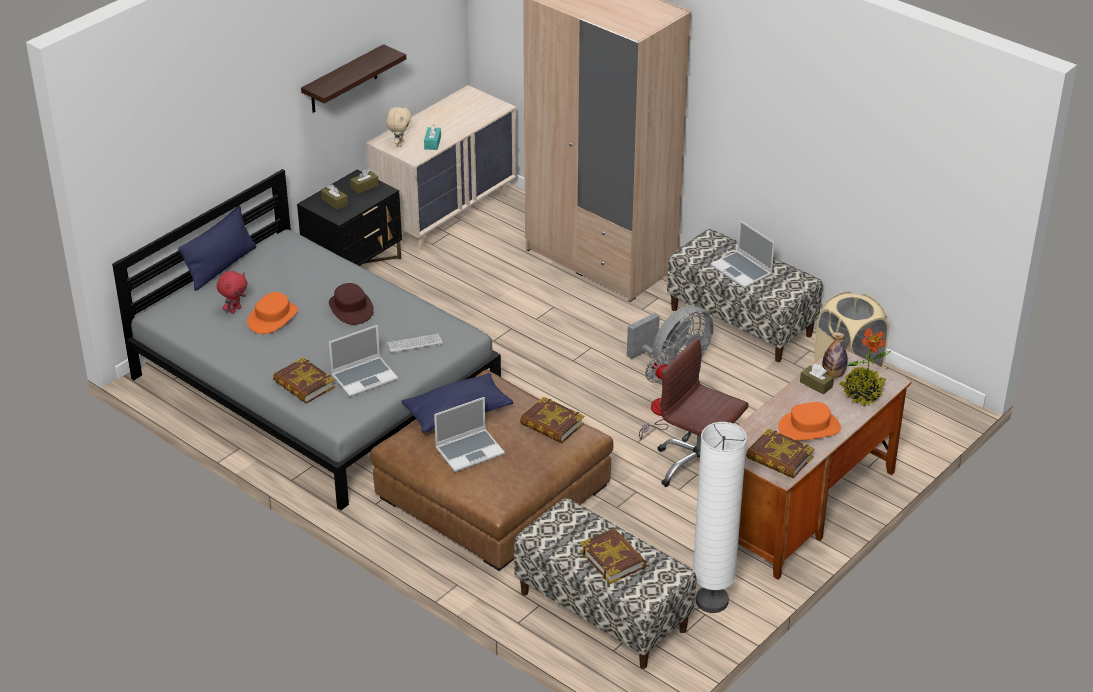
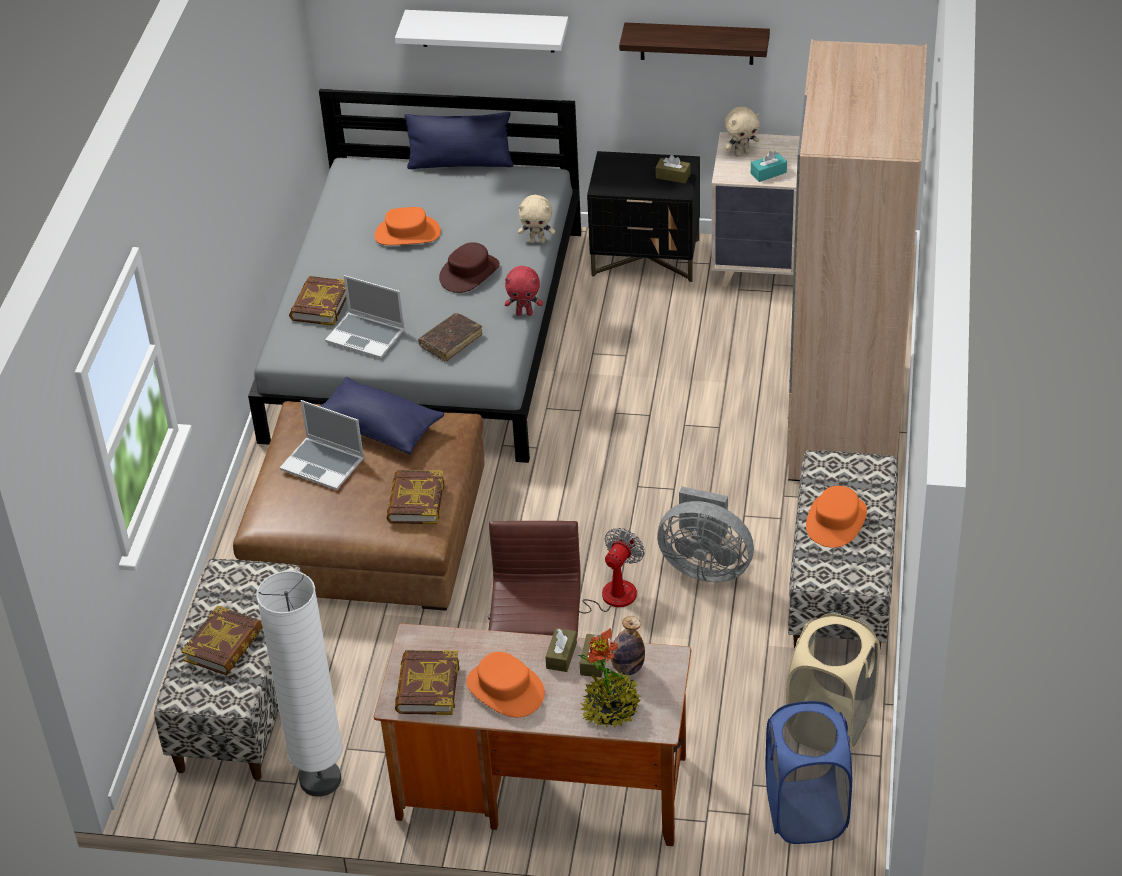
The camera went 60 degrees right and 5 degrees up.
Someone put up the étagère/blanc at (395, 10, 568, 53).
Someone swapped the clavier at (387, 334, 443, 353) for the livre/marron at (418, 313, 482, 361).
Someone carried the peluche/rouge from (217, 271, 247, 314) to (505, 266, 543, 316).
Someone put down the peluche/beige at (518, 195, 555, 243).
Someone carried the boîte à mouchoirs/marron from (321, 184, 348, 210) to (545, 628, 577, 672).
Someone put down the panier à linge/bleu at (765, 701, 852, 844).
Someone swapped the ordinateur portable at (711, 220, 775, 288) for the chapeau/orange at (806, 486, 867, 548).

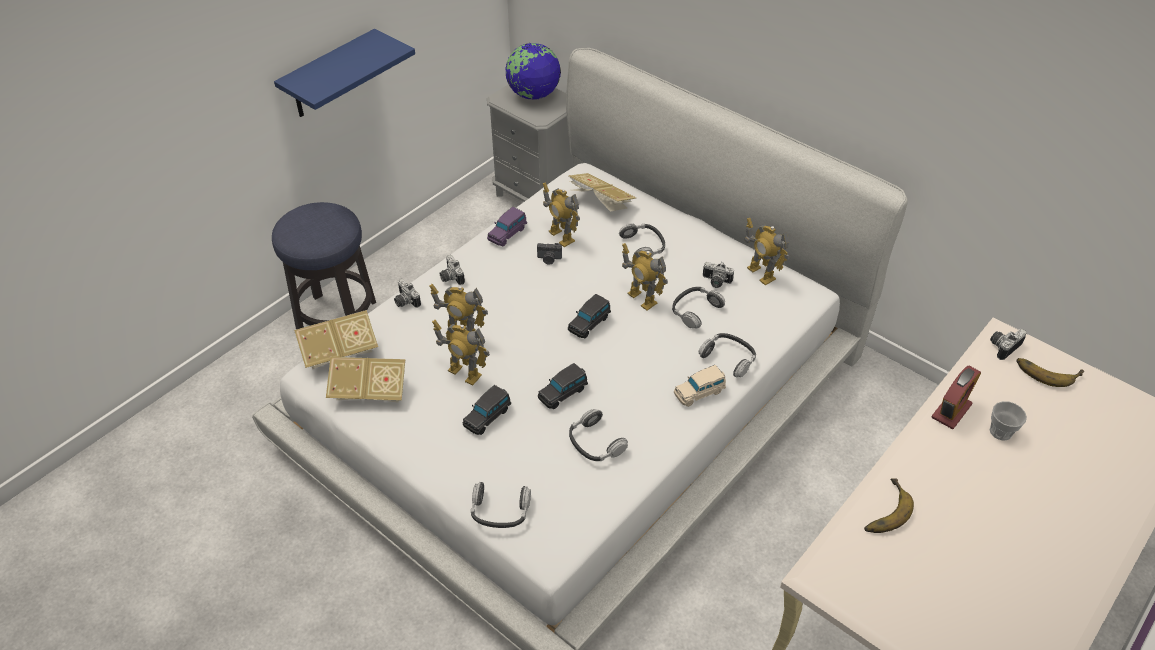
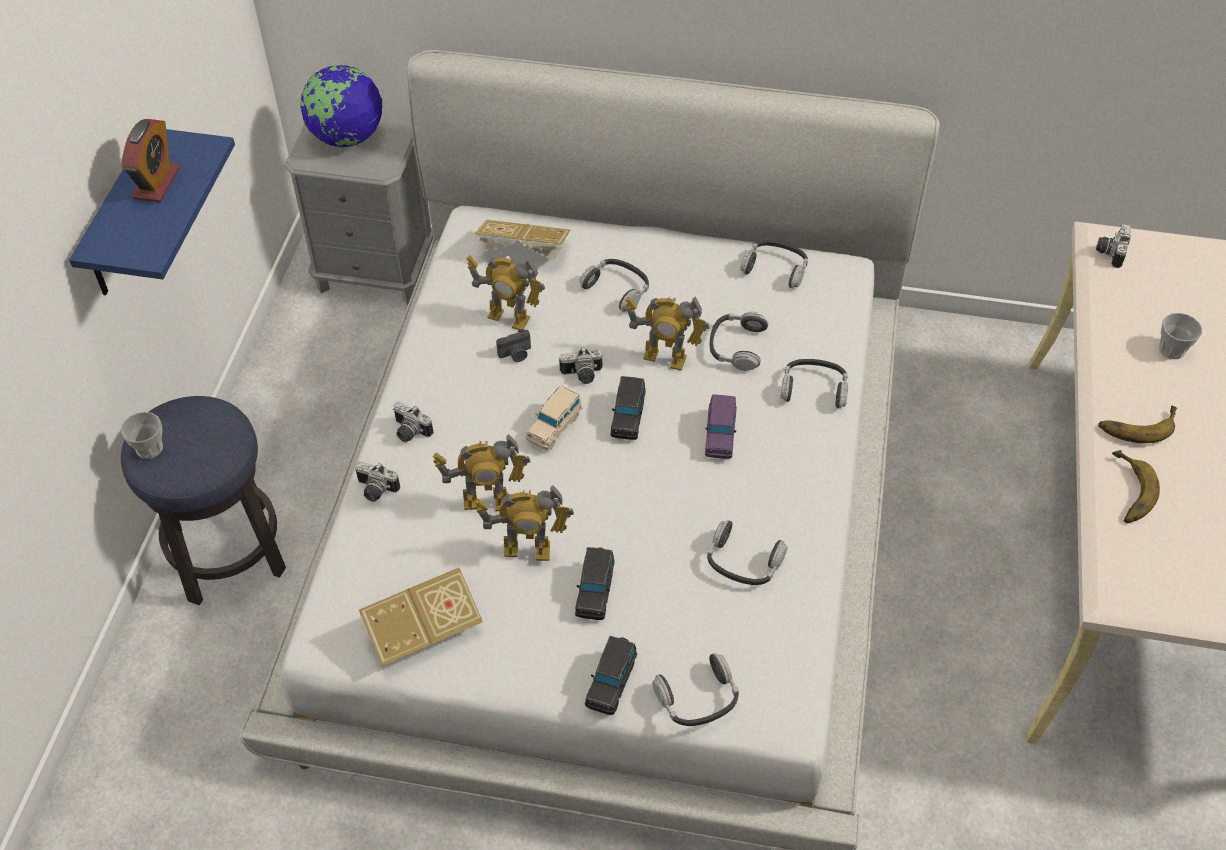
The camera went 30 degrees left and 5 degrees up.
Someone carried the réveil from (932, 366, 981, 429) to (121, 119, 180, 203).
Someone put down the tasse at (121, 412, 163, 459).
Someone carried the petite voiture/beige from (674, 365, 726, 407) to (526, 386, 582, 450).
Someone carried the appareil photo from (703, 262, 734, 288) to (559, 347, 602, 384).
Someone carried the petite voiture/noir from (538, 363, 588, 409) to (585, 636, 637, 715).
Someone carried the petite voiture/violet from (487, 207, 527, 247) to (705, 395, 737, 459).
Someone swapped the robot jouet at (745, 218, 789, 285) for the casque audio at (741, 240, 808, 289).
Someone carried the banane from (1016, 358, 1084, 387) to (1098, 405, 1177, 443).
Someone took away the livre at (294, 310, 378, 369).

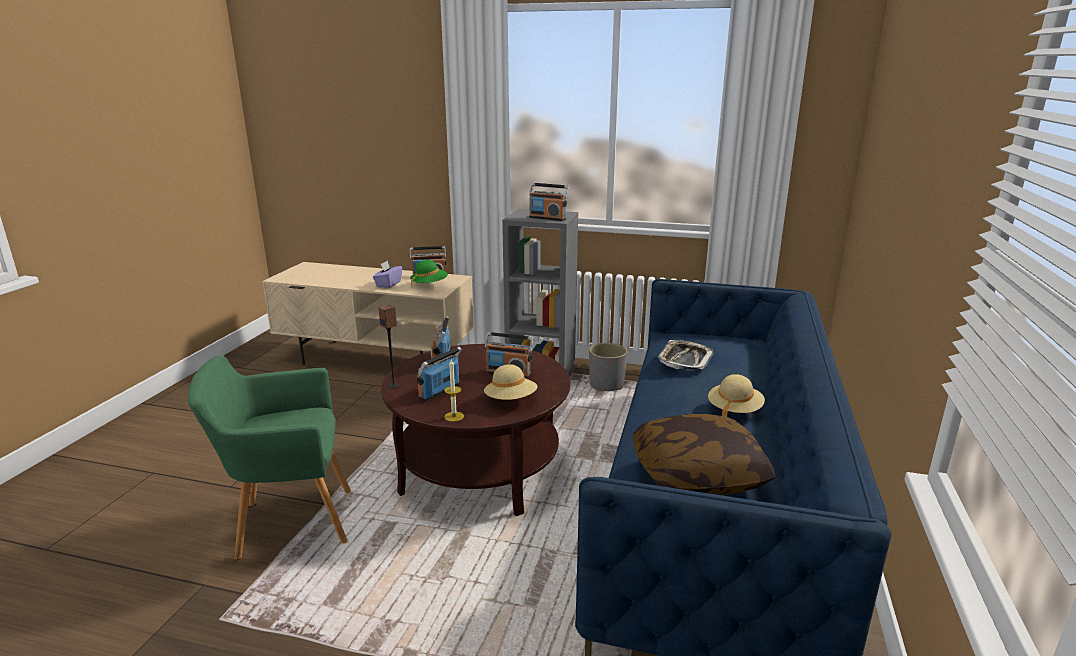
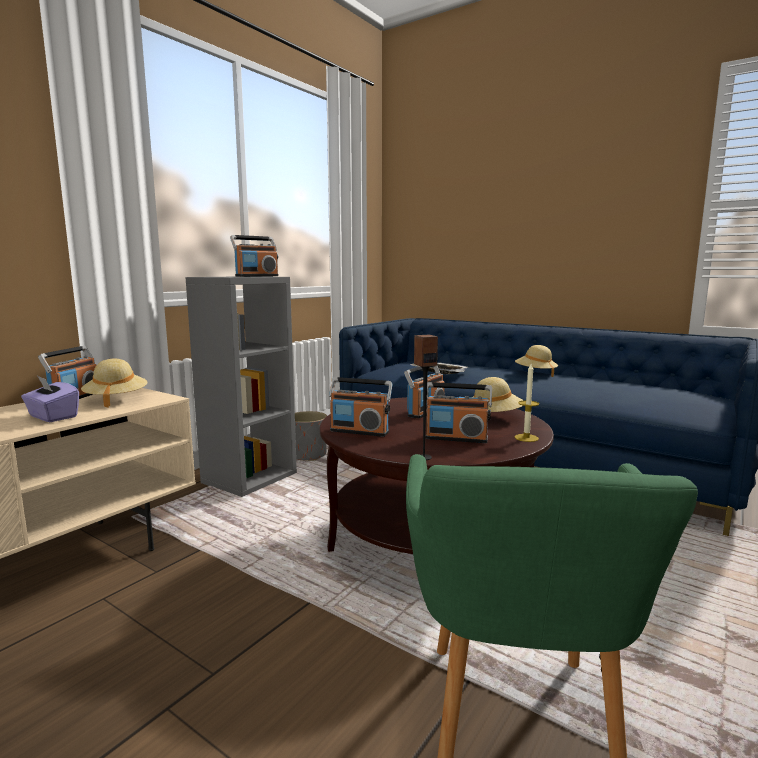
The camera went 70 degrees left and 10 degrees down.
Someone repainted the chapeau/vert at (410, 260, 448, 288), which became the chapeau/beige at (81, 359, 148, 408).
Someone rotated the radio at (417, 347, 462, 401) by 45 degrees counterclockwise.
Someone took away the coussin at (633, 414, 775, 495).

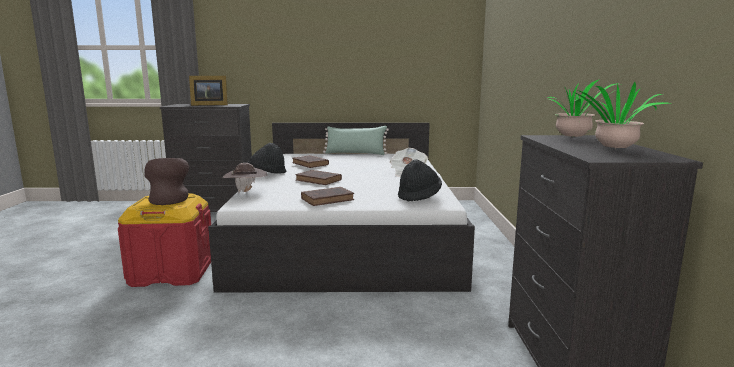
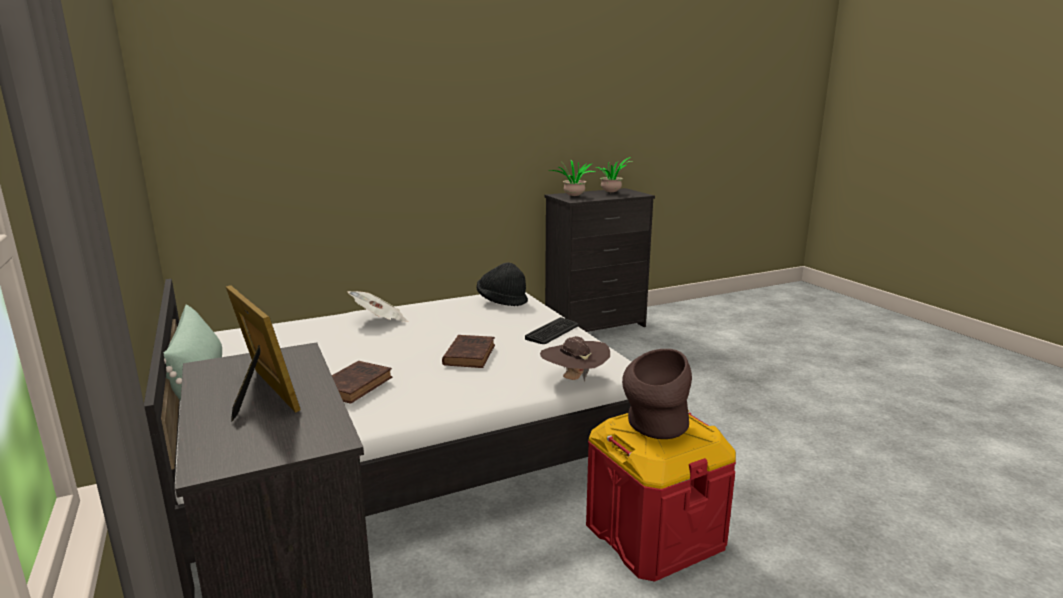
The camera went 115 degrees left and 5 degrees up.
Someone swapped the livre/marron at (301, 187, 354, 206) for the clavier at (525, 317, 579, 344).
Someone took away the chapeau/noir at (247, 143, 286, 174).

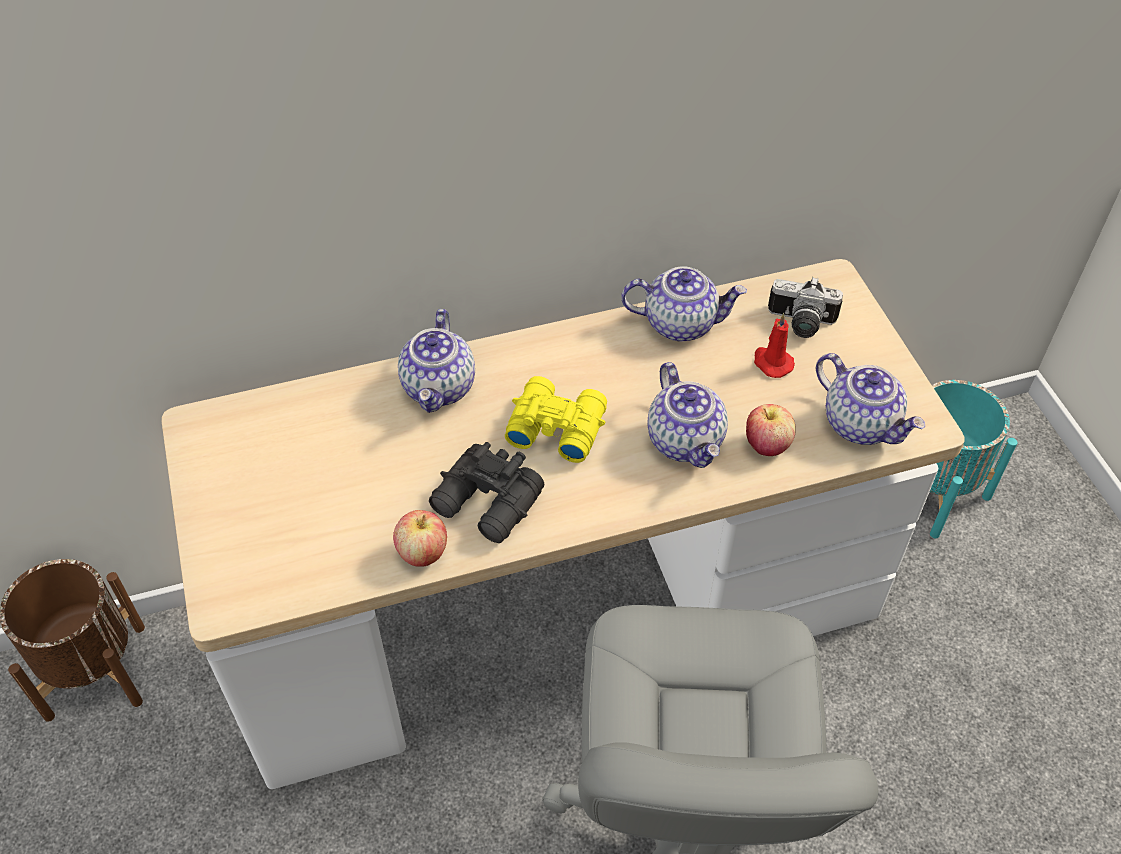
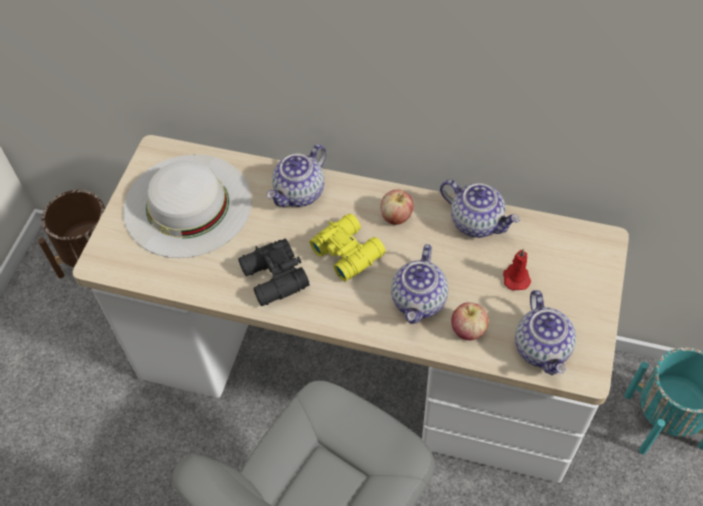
The camera went 35 degrees right and 5 degrees up.
Someone put down the chapeau/blanc at (123, 154, 252, 258).
Someone carried the pomme from (393, 510, 447, 567) to (381, 190, 414, 225).
Someone took away the appareil photo at (768, 277, 843, 338).

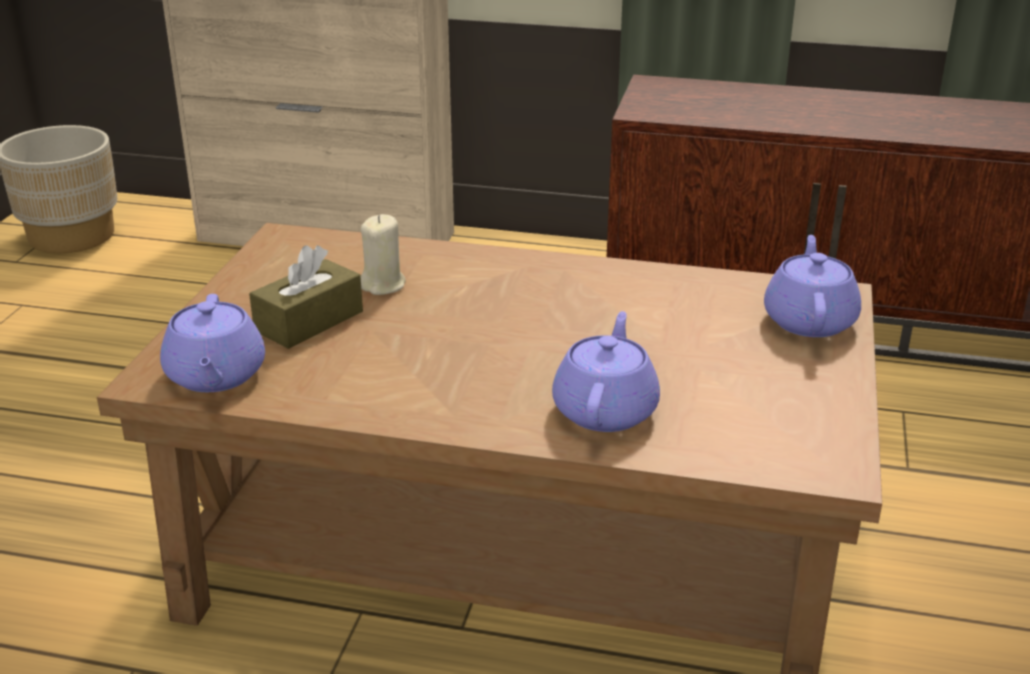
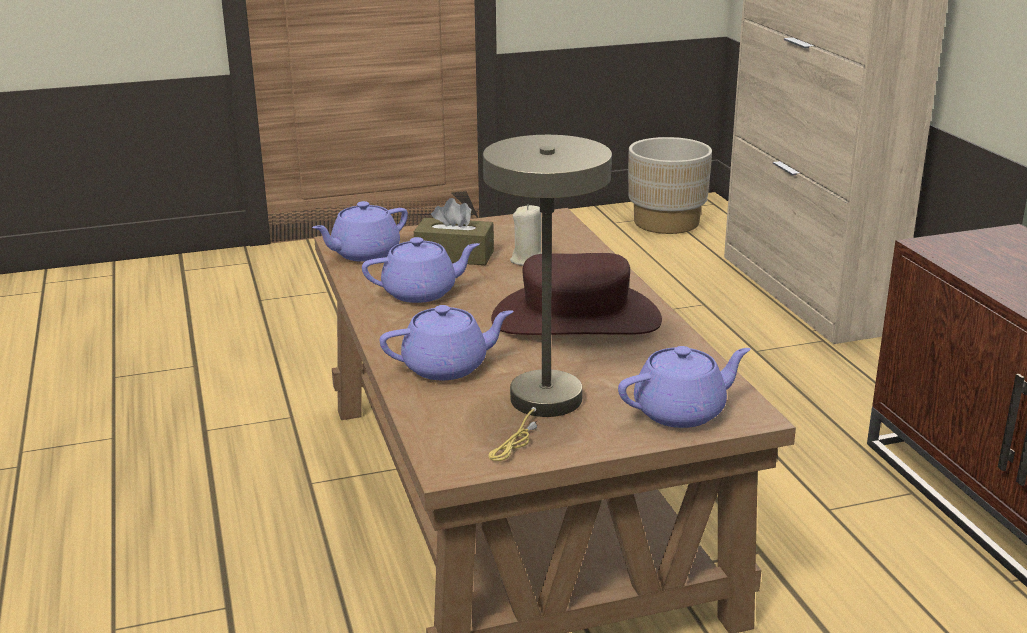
The camera went 60 degrees right and 5 degrees down.
Someone put down the théière/violet at (362, 237, 480, 303).
Someone put down the lampe de table/beige at (483, 135, 612, 461).
Someone put down the chapeau/marron at (491, 253, 662, 335).

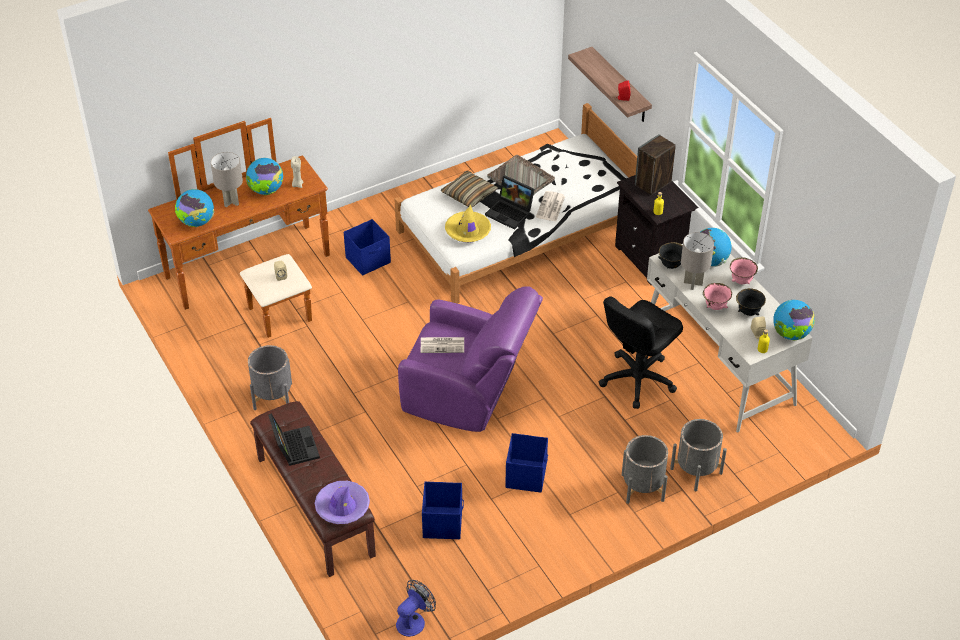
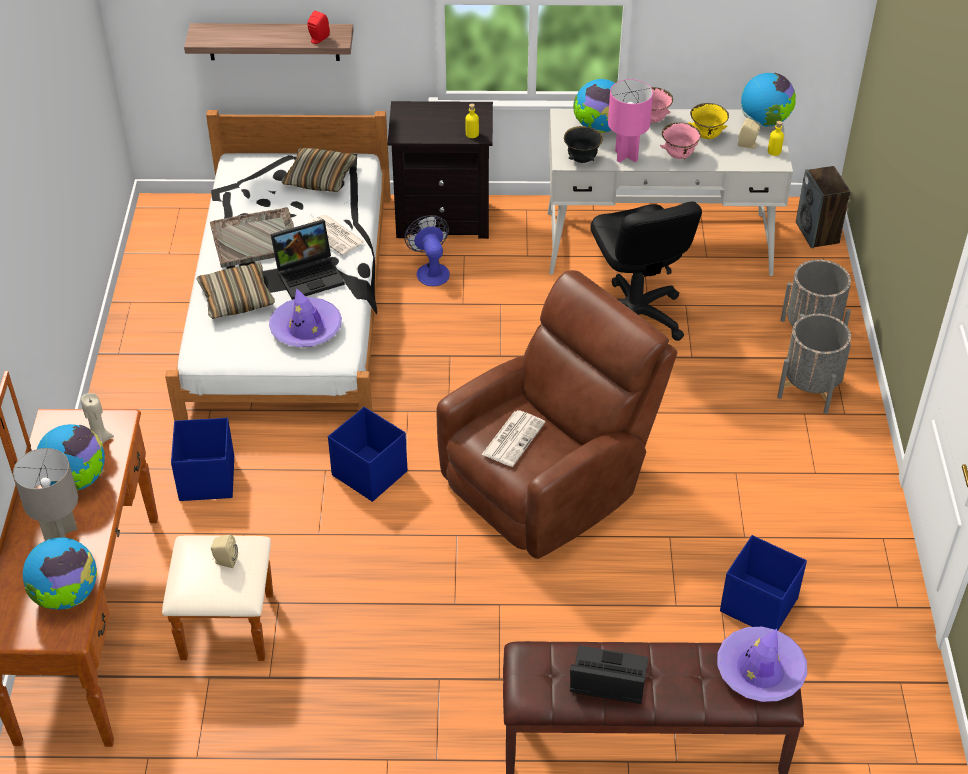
The camera went 60 degrees left and 0 degrees up.
Someone repainted the chapeau/jaune at (445, 205, 491, 243), which became the chapeau/violet at (269, 288, 342, 347).
Someone put down the coussin at (281, 147, 357, 192).
Someone carried the boîte de rangement/bleu from (506, 433, 548, 493) to (328, 407, 407, 502).
Someone carried the ventilateur from (396, 580, 436, 637) to (404, 215, 450, 286).
Someone repainted the fauteuil/violet at (398, 286, 543, 432), which became the fauteuil/marron at (436, 270, 677, 559).
Someone repainted the lampe de table/gris at (681, 232, 714, 290), which became the lampe de table/rose at (608, 79, 653, 163).
Someone repainted the bol/noir at (736, 288, 766, 316), which became the bol/jaune at (688, 103, 729, 139).
Someone carried the enceinte from (635, 134, 676, 195) to (796, 166, 850, 248).
Someone took away the cache-pot/gris at (248, 345, 292, 410).

